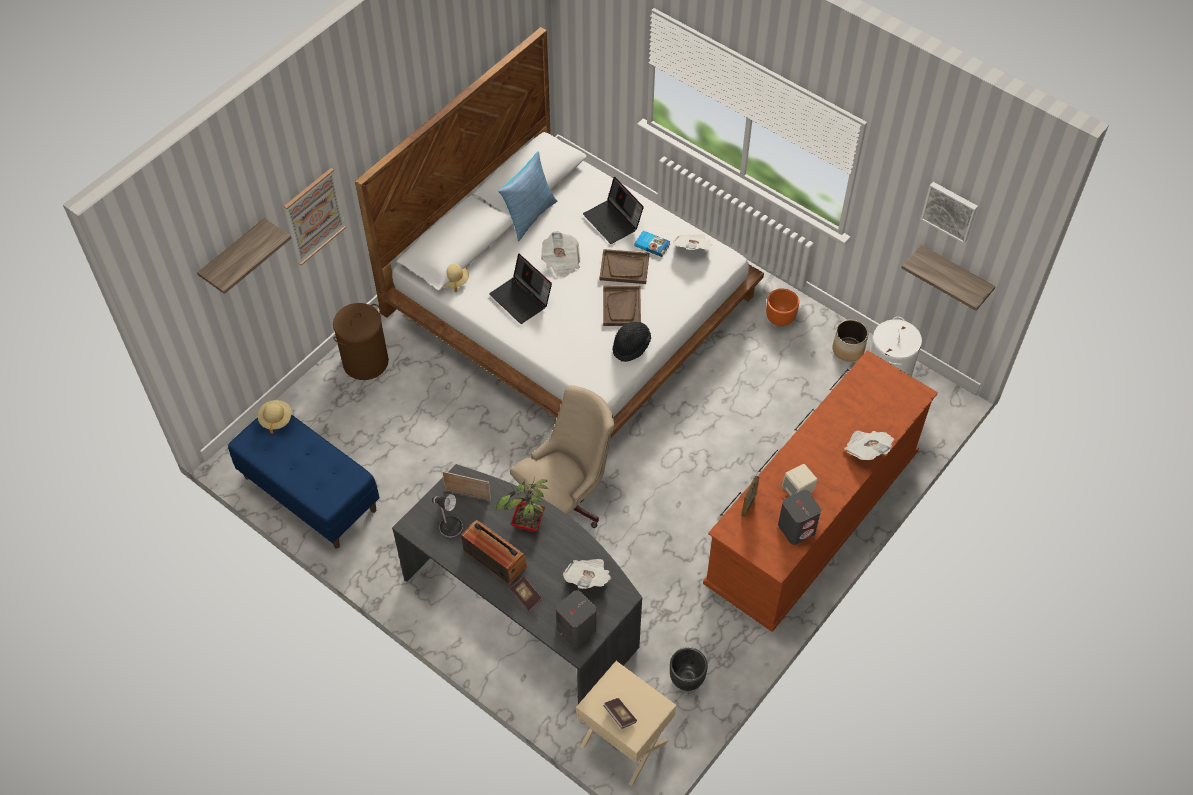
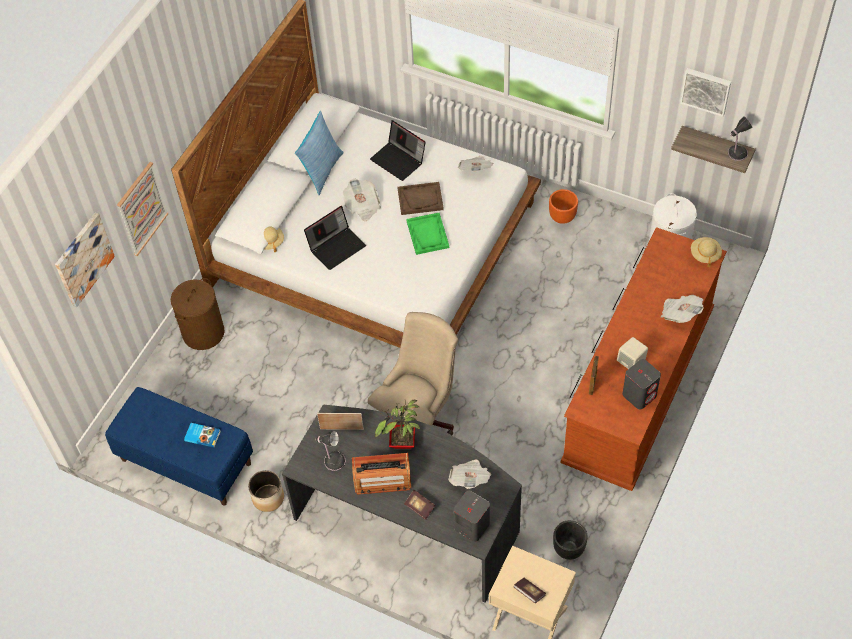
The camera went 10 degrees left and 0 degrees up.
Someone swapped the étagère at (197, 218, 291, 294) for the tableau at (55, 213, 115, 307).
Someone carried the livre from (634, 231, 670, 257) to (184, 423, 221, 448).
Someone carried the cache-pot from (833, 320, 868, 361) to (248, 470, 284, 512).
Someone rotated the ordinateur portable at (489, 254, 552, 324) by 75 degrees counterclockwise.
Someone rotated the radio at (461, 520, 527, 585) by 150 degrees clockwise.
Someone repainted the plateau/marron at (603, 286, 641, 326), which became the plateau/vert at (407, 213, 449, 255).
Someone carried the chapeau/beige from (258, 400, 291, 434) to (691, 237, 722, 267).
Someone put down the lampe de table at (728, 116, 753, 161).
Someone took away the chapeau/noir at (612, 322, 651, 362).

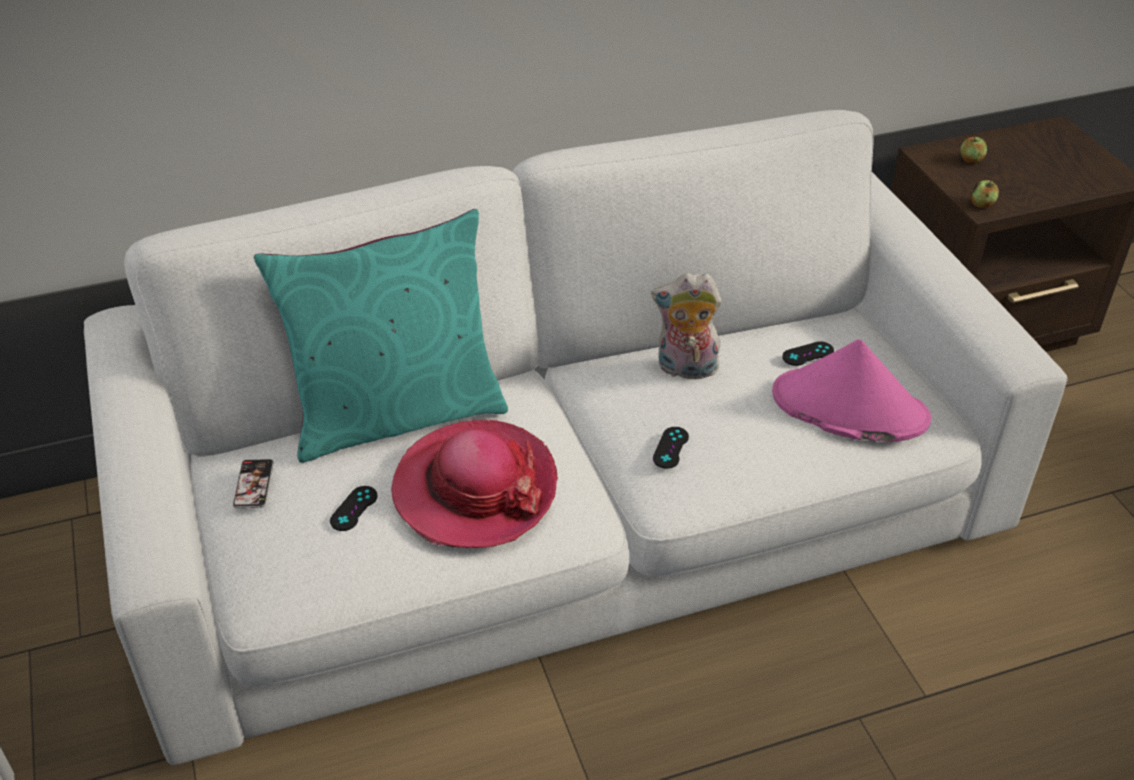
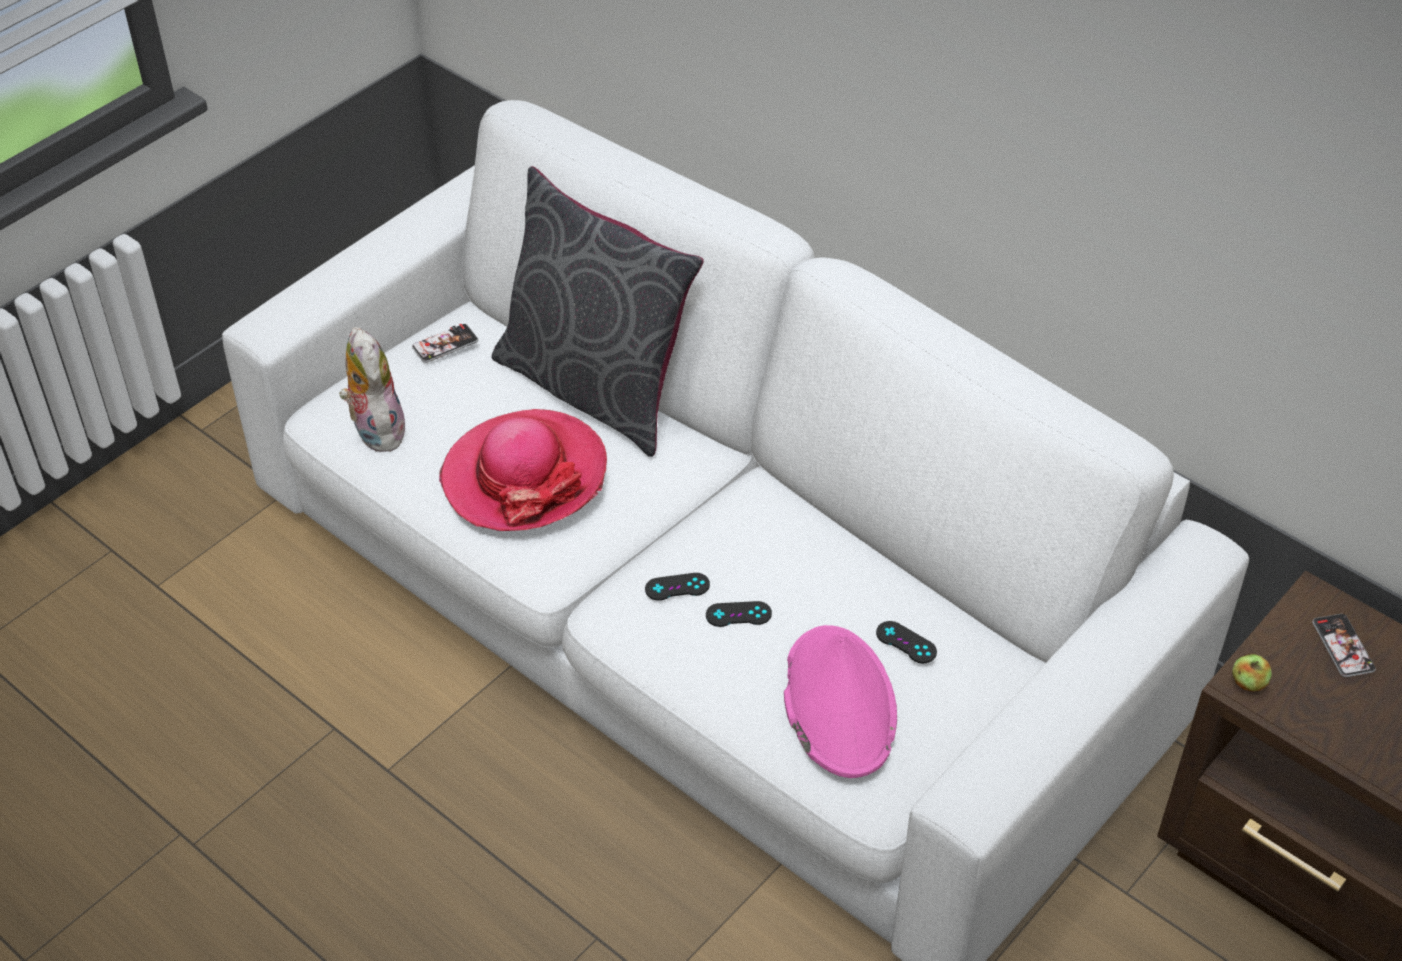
The camera went 60 degrees right and 5 degrees up.
Someone carried the peluche from (651, 273, 722, 379) to (339, 327, 405, 452).
Someone repainted the coussin/turquoise at (254, 209, 508, 463), which became the coussin/gris at (492, 166, 704, 457).
Someone carried the manette/noir from (330, 486, 378, 531) to (706, 601, 772, 627).
Someone swapped the pomme at (960, 136, 987, 164) for the téléphone at (1312, 614, 1376, 677).

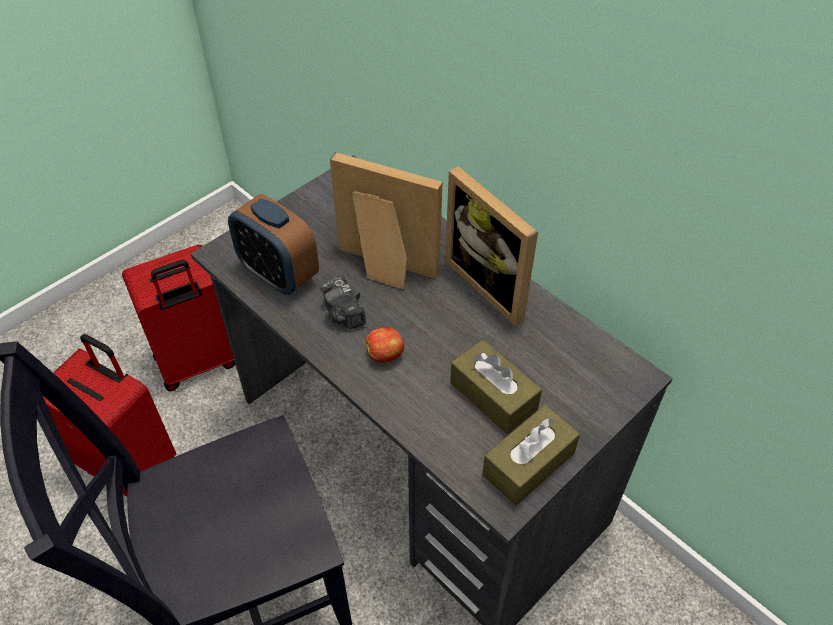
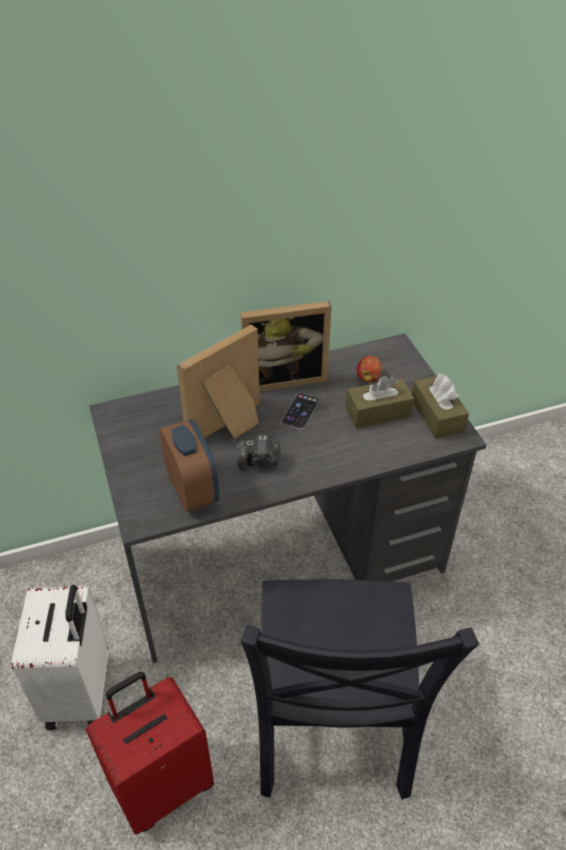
The camera went 65 degrees left and 5 degrees down.
Someone repainted the valise/rouge at (122, 245, 236, 391), which became the valise/blanc at (12, 585, 109, 730).
Someone rotated the réveil at (228, 194, 319, 295) by 90 degrees counterclockwise.
Someone put down the téléphone at (281, 393, 319, 430).
Someone carried the pomme from (366, 328, 404, 363) to (357, 356, 382, 382).

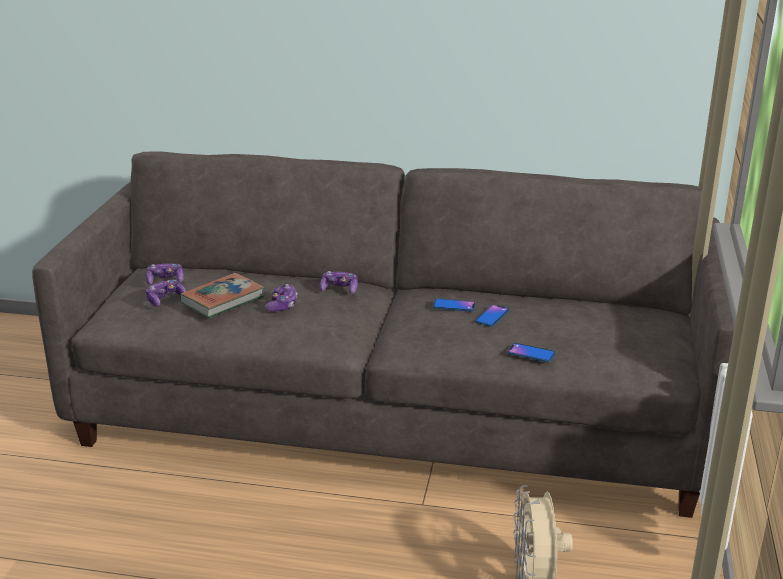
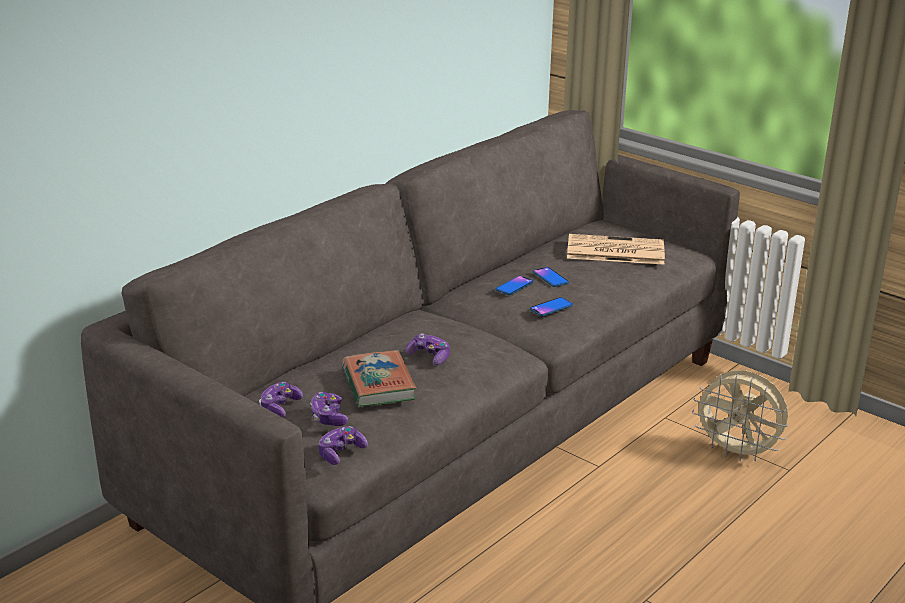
The camera went 60 degrees left and 0 degrees up.
Someone carried the manette from (319, 271, 358, 294) to (319, 426, 368, 465).
Someone carried the téléphone from (508, 343, 555, 362) to (530, 297, 573, 316).
Someone put down the journal at (567, 234, 665, 265).

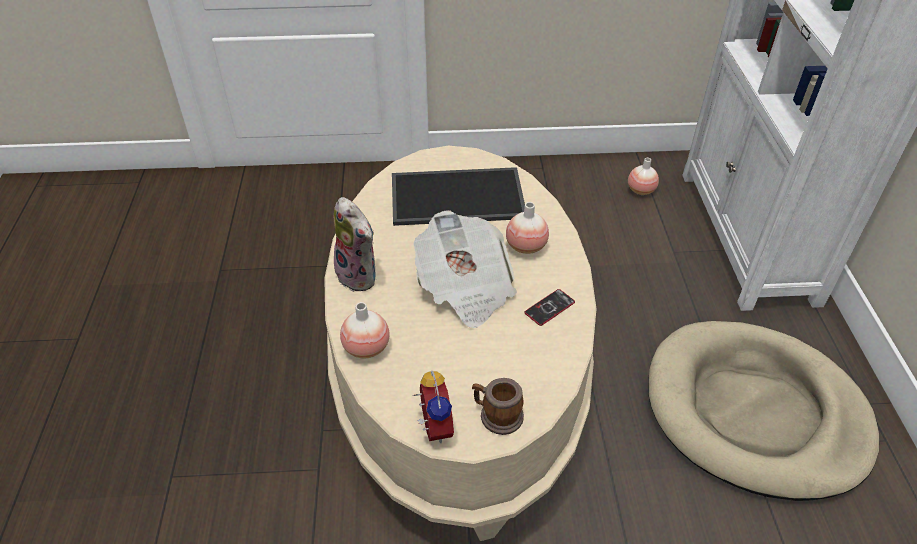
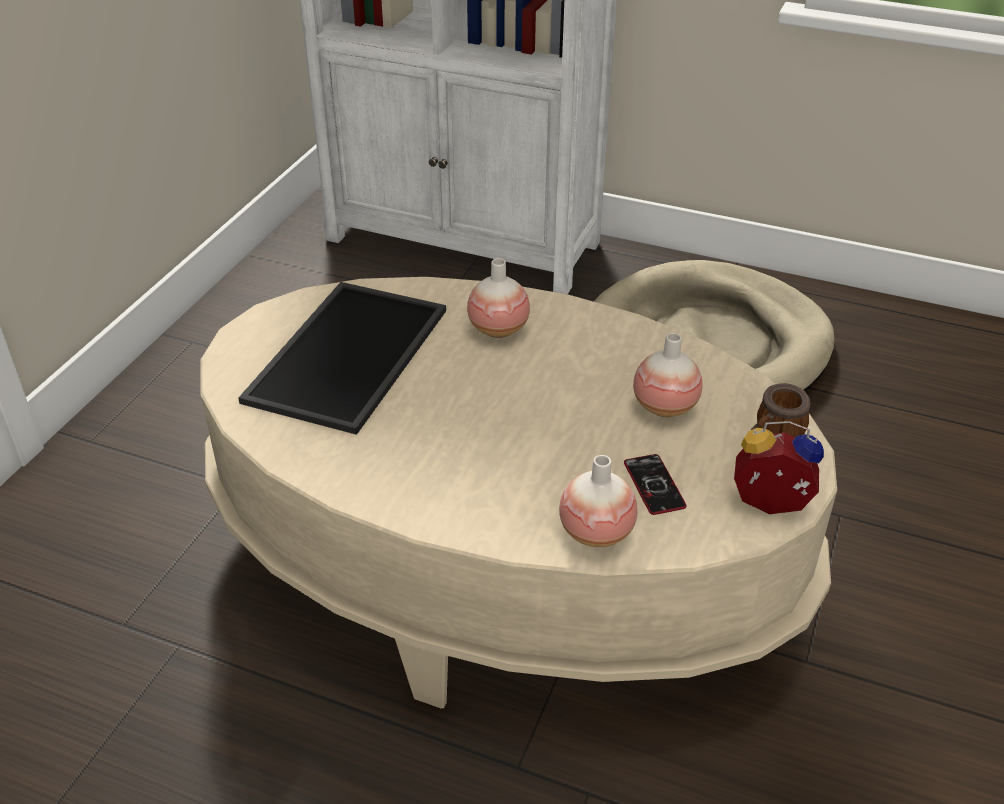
The camera went 65 degrees left and 5 degrees down.
Someone carried the téléphone from (525, 289, 575, 326) to (624, 454, 687, 515).
Someone carried the vase from (628, 158, 659, 195) to (633, 333, 702, 417).
Someone took away the peluche at (333, 197, 375, 292).
Someone took away the journal at (413, 210, 517, 328).

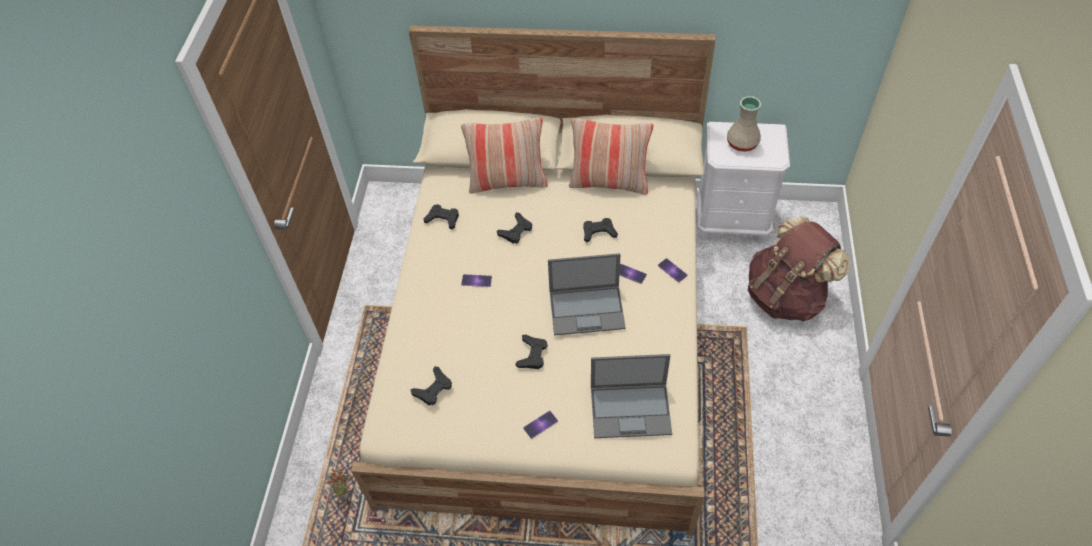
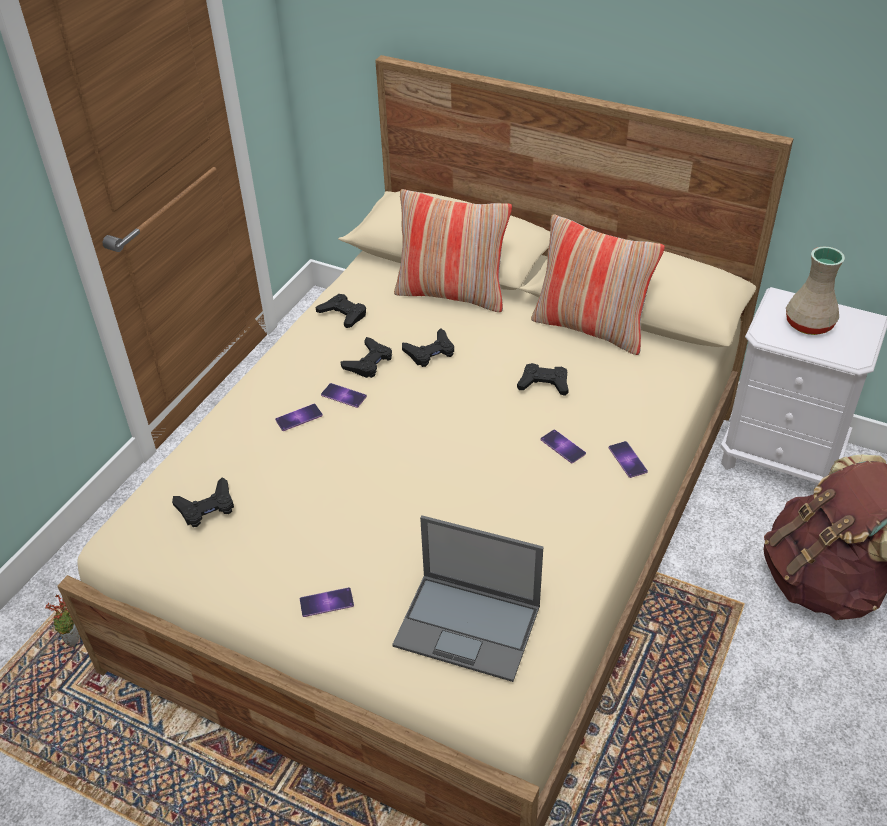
The camera went 20 degrees right and 10 degrees down.
Someone put down the téléphone at (275, 404, 323, 431).
Someone carried the manette/noir from (515, 335, 548, 369) to (341, 337, 392, 378).
Someone took away the ordinateur portable at (548, 253, 626, 335).

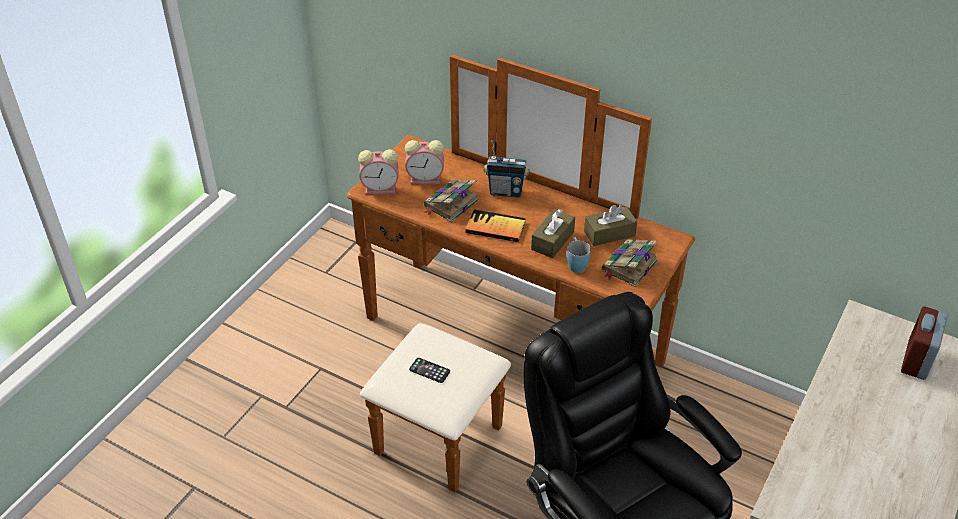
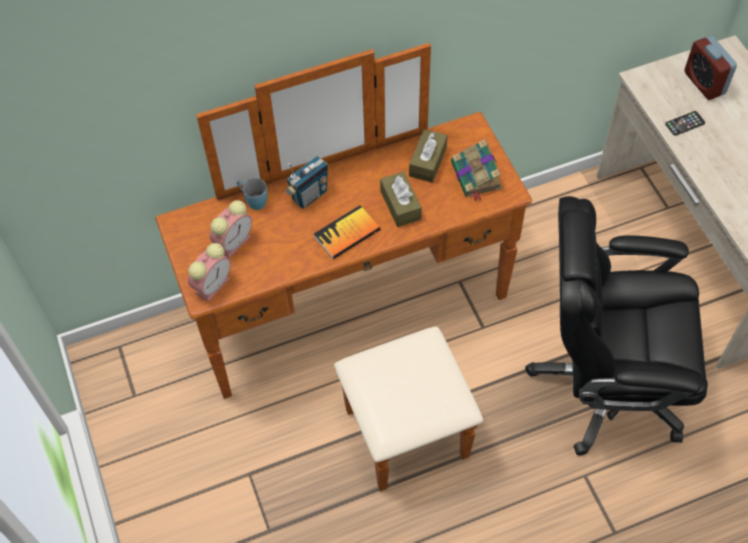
The camera went 50 degrees left and 15 degrees up.
Someone carried the mug/bleu from (567, 237, 591, 273) to (237, 178, 268, 210).
Someone carried the téléphone from (409, 358, 450, 383) to (665, 111, 705, 136).
Someone took away the livre at (424, 180, 479, 222).

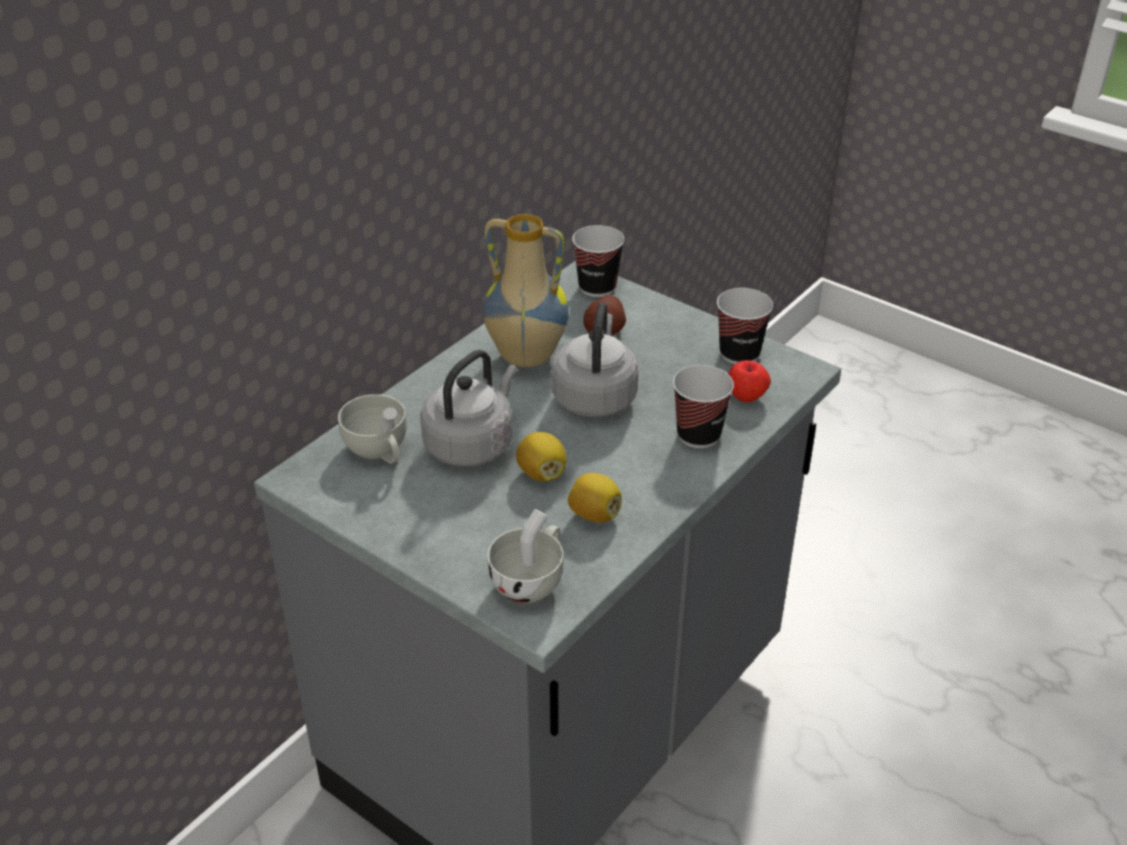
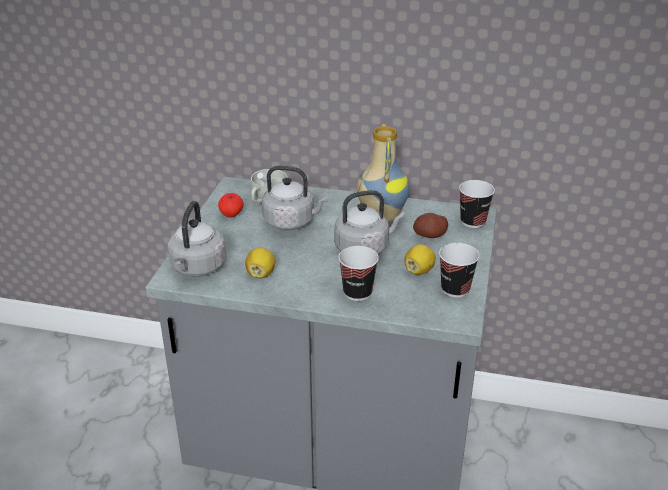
The camera went 65 degrees right and 5 degrees down.
Someone swapped the tasse/blanc at (487, 509, 564, 603) for the bouilloire/gris at (168, 201, 226, 276).
Someone carried the pomme from (728, 360, 771, 403) to (218, 193, 244, 218).
Someone carried the citron from (516, 432, 566, 482) to (404, 244, 436, 275).

